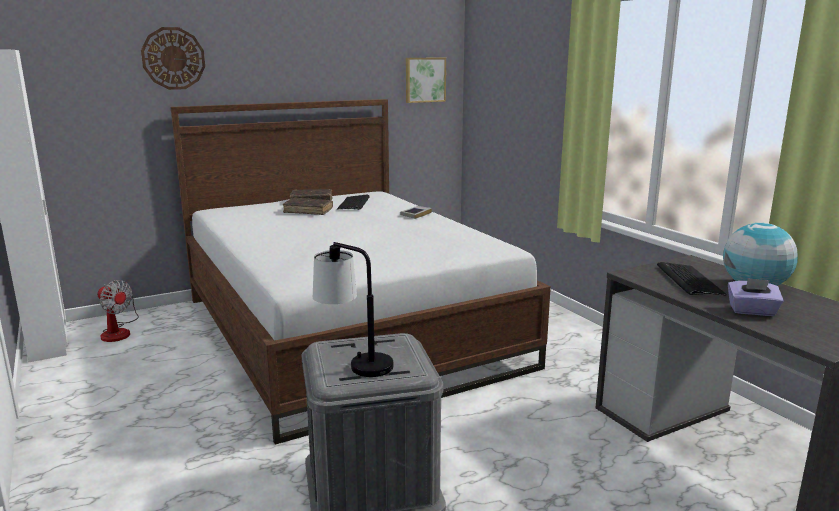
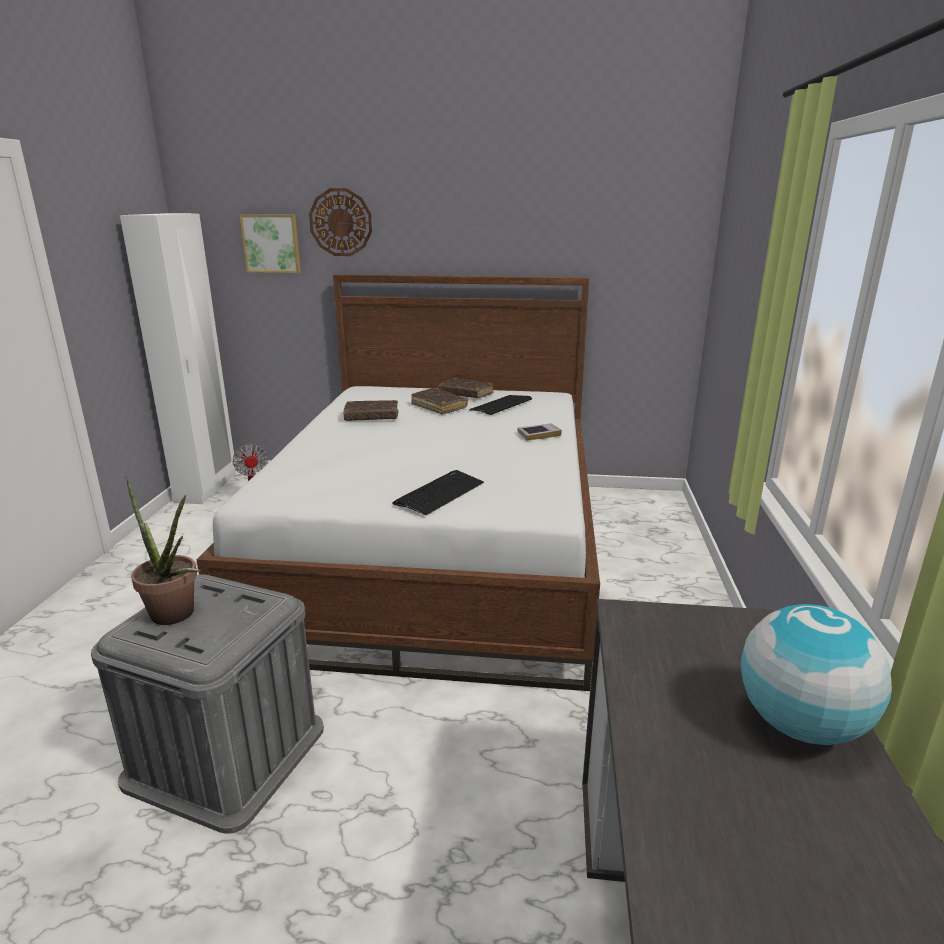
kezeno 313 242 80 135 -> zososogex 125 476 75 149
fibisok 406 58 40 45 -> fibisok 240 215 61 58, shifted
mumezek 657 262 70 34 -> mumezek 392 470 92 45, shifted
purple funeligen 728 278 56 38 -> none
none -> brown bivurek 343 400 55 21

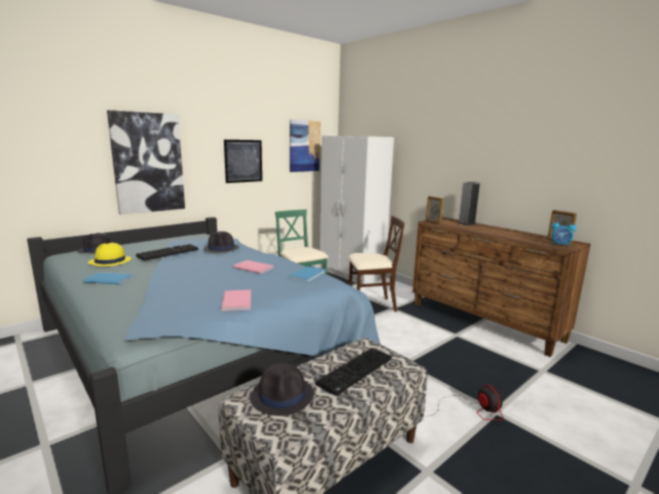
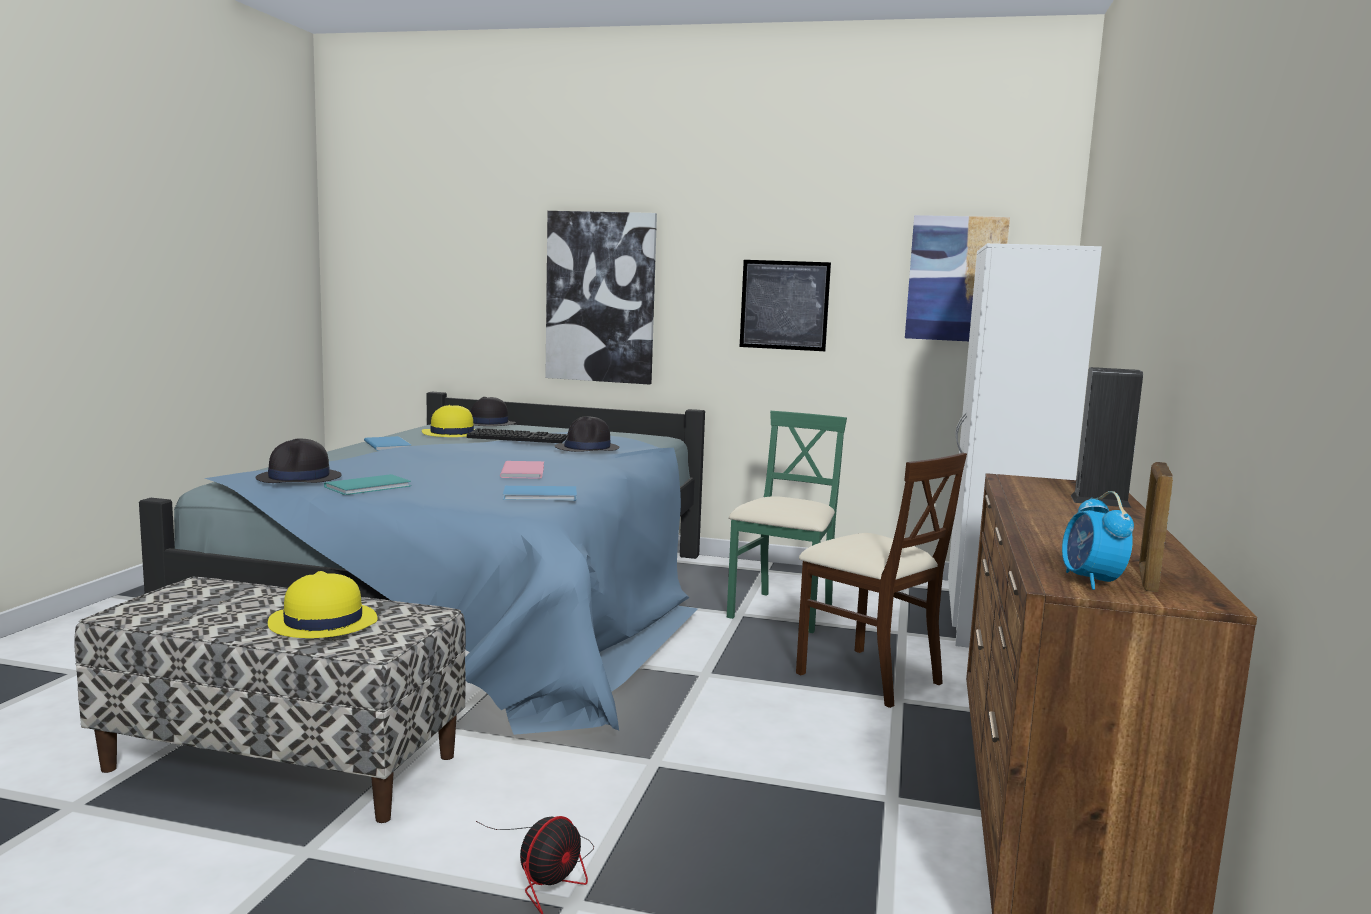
pink bivurek 221 290 30 21 -> turquoise bivurek 324 474 87 21
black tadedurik 250 363 64 53 -> black tadedurik 256 439 86 44, shifted
mumezek 315 348 77 48 -> yellow tadedurik 268 571 109 67
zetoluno 426 196 18 28 -> none

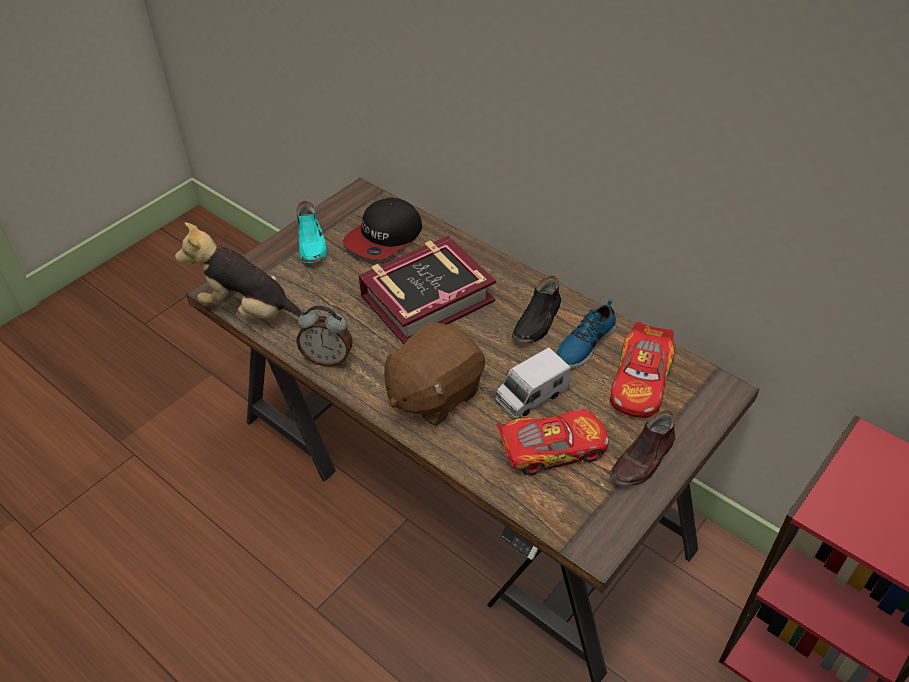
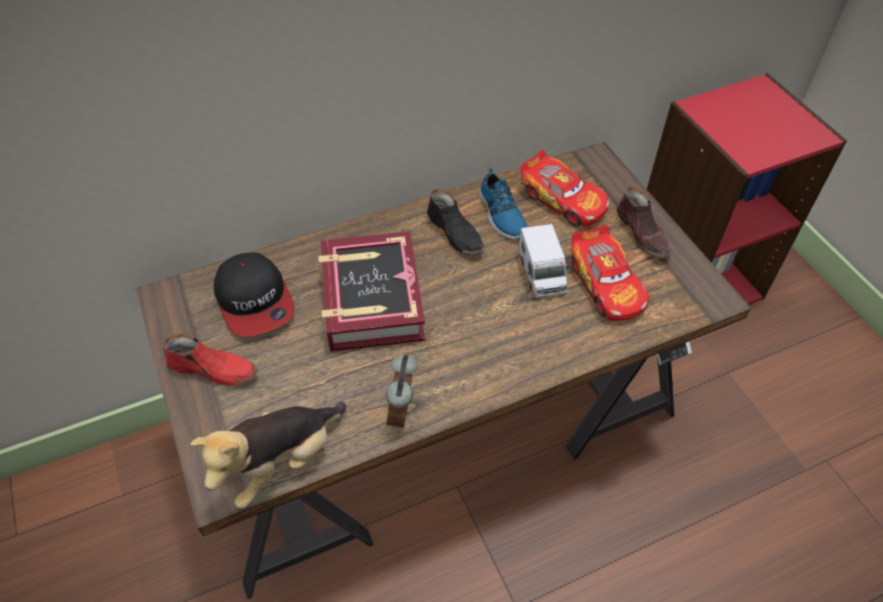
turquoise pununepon 296 201 31 62 -> red pununepon 163 333 94 53
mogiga 296 306 57 61 -> mogiga 386 354 32 75, 150 degrees clockwise
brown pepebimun 382 322 103 104 -> none
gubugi 496 409 113 66 -> gubugi 570 225 79 96, 150 degrees clockwise

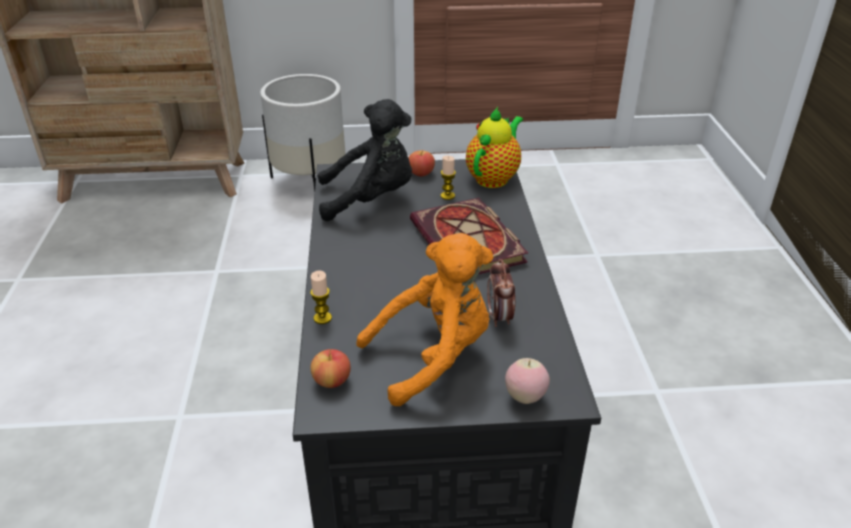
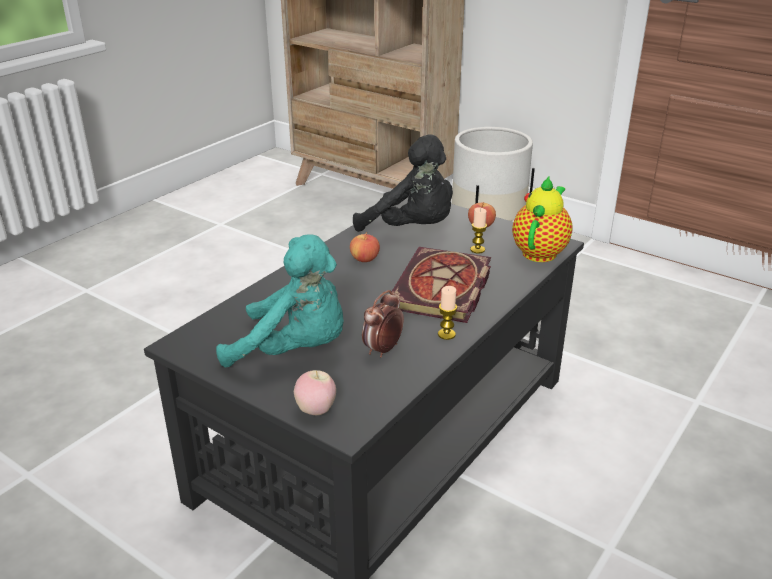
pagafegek 310 271 22 53 -> pagafegek 438 286 19 54, shifted
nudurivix 311 349 40 39 -> nudurivix 350 232 30 30, shifted
orange pepebimun 356 233 138 173 -> turquoise pepebimun 216 234 128 134
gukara 466 107 57 81 -> gukara 512 175 61 87, 45 degrees counterclockwise

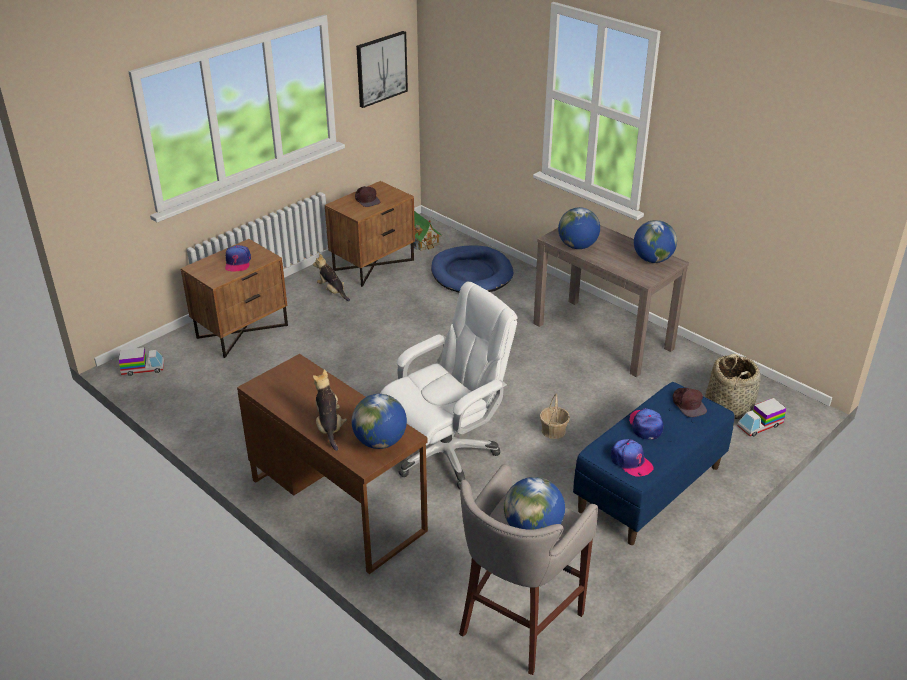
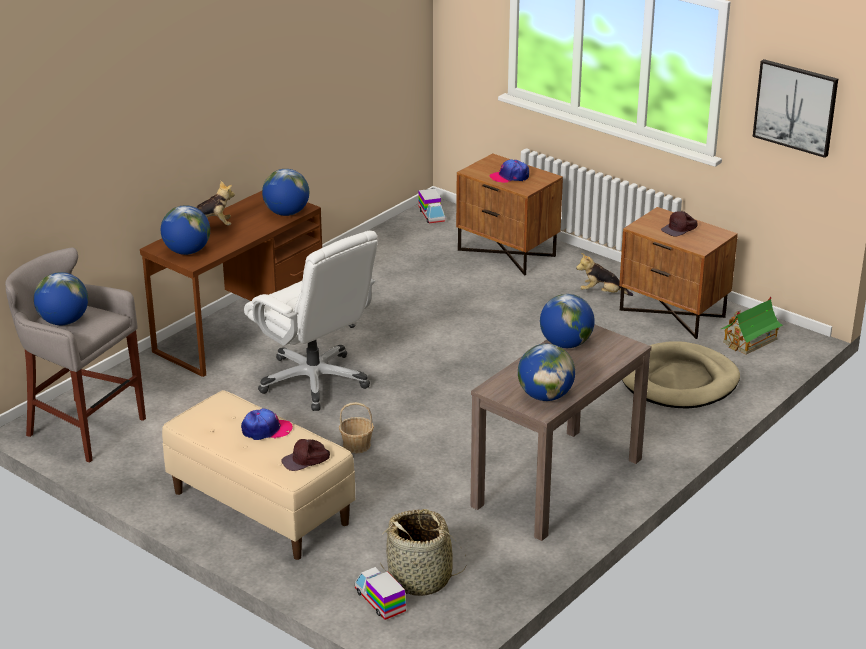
pepebimun 313 253 37 48 -> pepebimun 576 253 57 43, 120 degrees counterclockwise
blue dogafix 431 245 83 48 -> beige dogafix 622 341 118 68
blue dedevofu 573 382 161 163 -> beige dedevofu 162 390 193 170
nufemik 611 439 43 38 -> none
none -> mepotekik 262 169 47 47

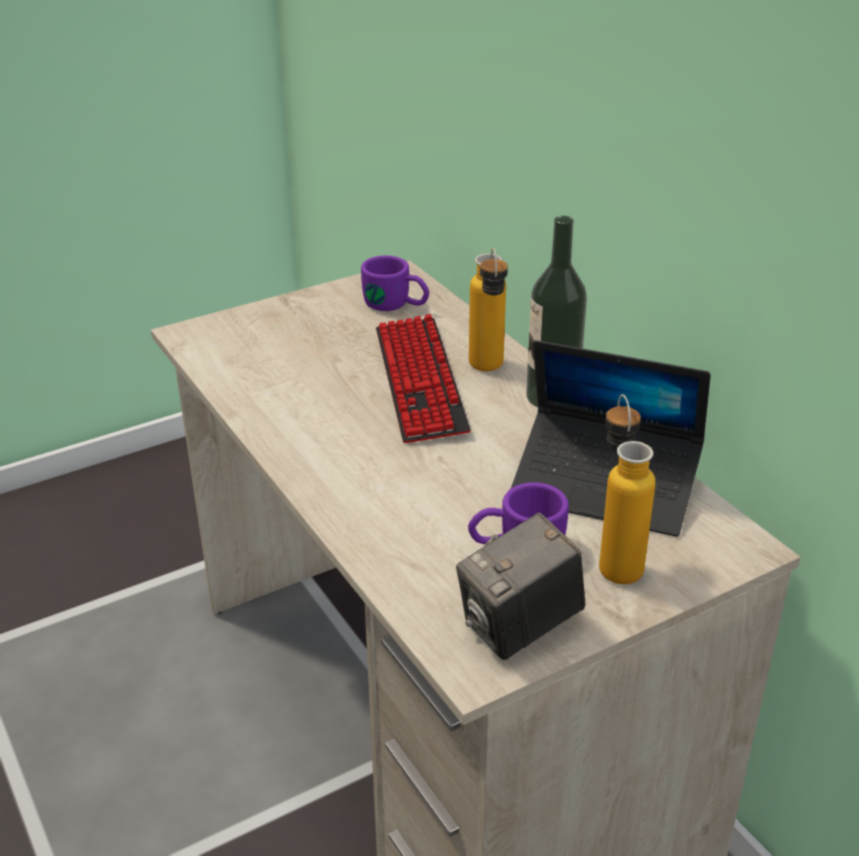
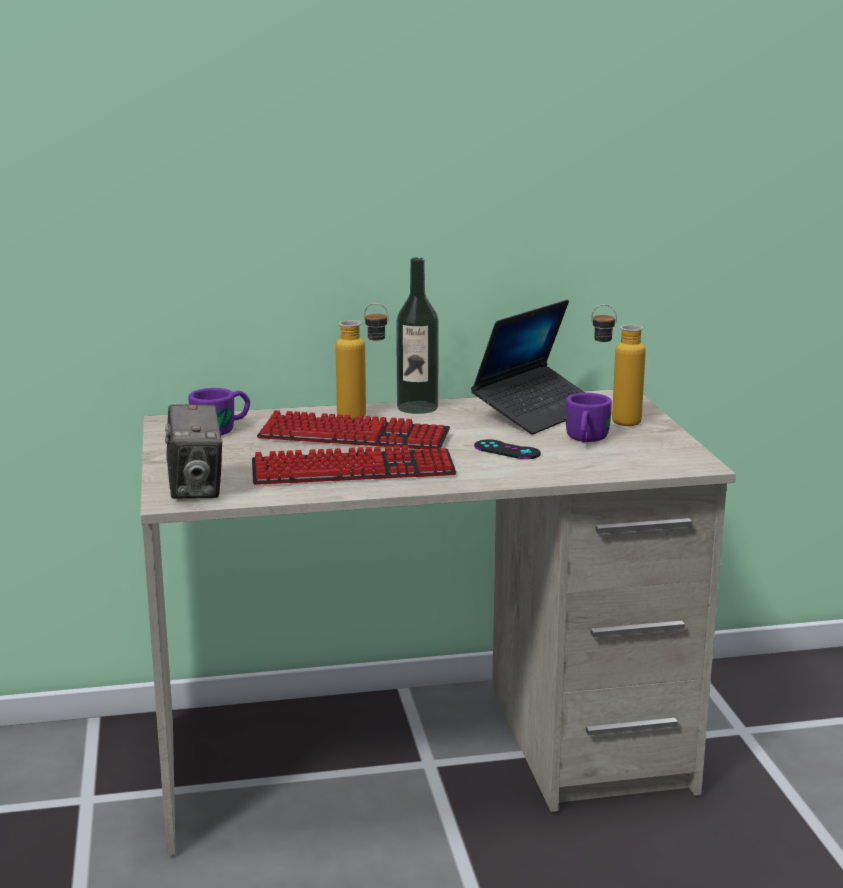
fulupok 456 513 130 147 -> fulupok 165 404 57 95, shifted
none -> mumezek 252 445 204 40
none -> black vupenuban 474 439 67 20

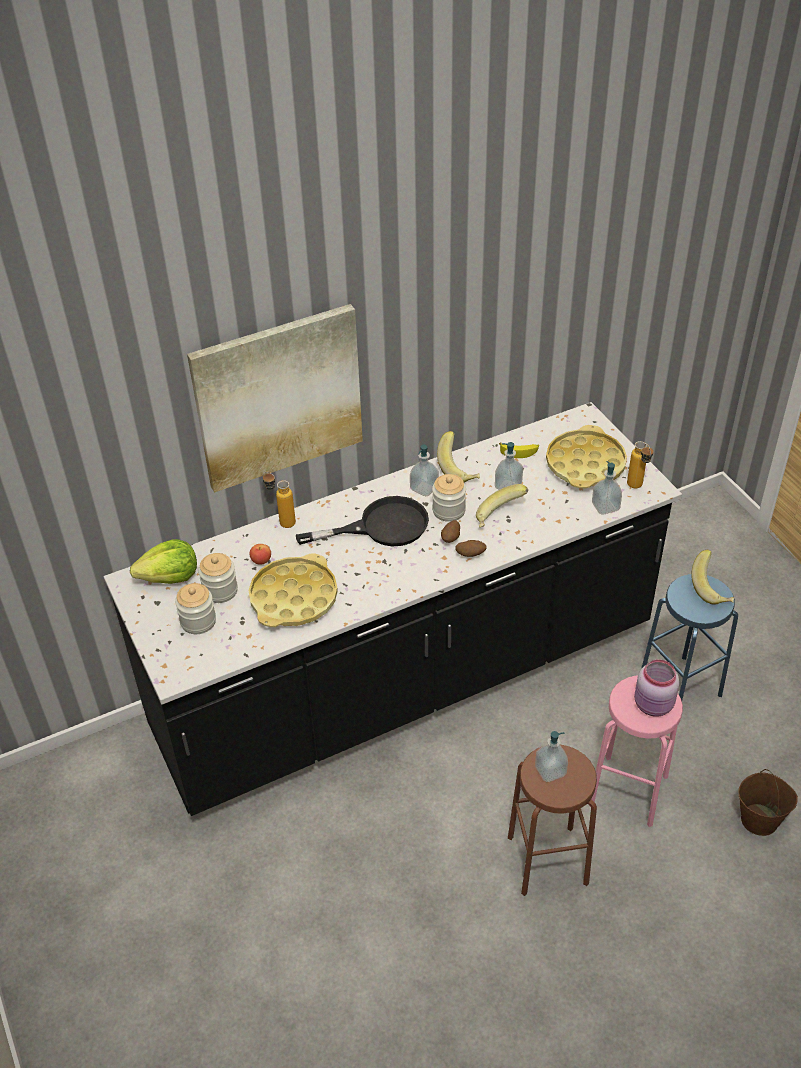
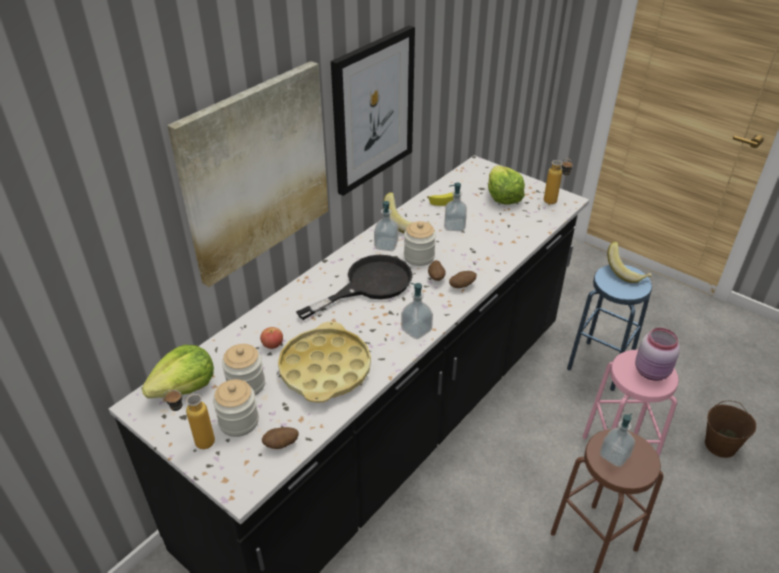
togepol 262 472 34 56 -> togepol 164 390 51 59, shifted
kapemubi 476 484 52 43 -> none
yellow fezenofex 546 425 81 64 -> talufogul 488 165 37 39
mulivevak 592 461 30 54 -> mulivevak 401 283 32 56, shifted
none -> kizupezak 262 427 37 22
none -> fibisok 331 25 84 171

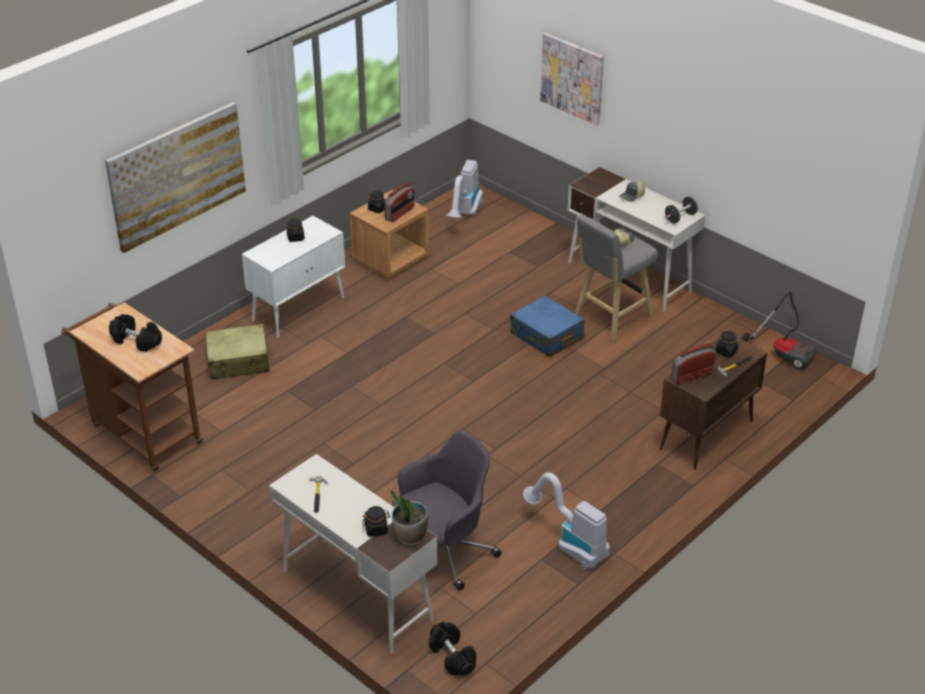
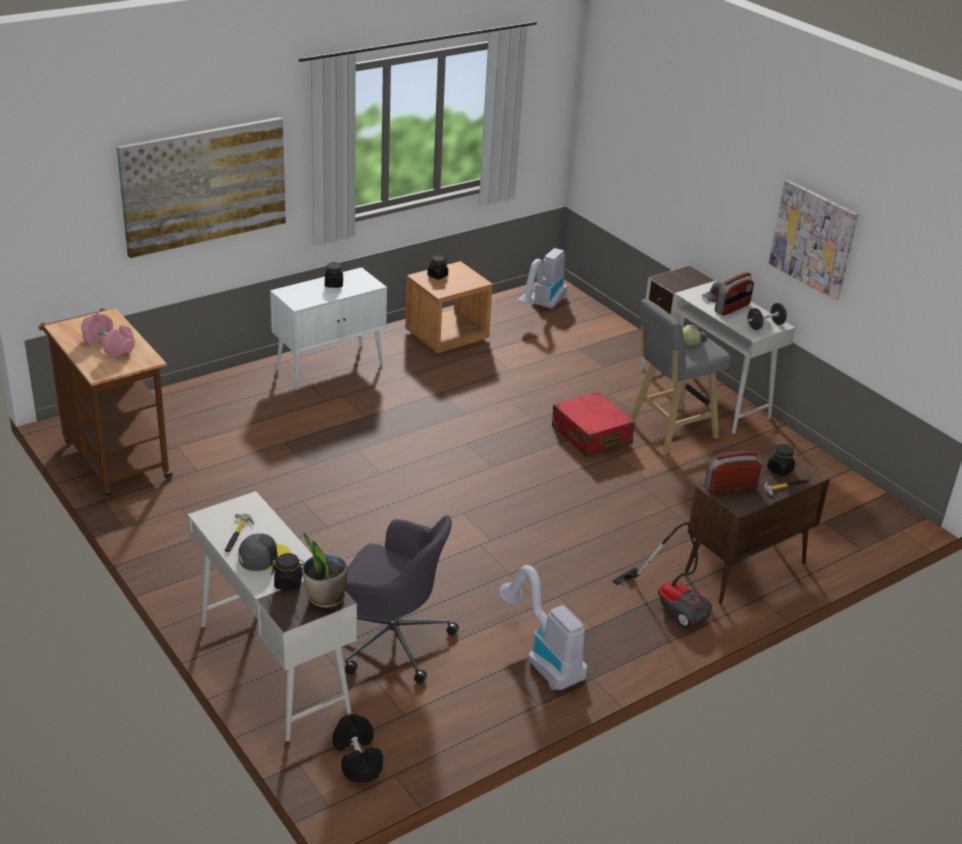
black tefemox 109 314 53 38 -> pink tefemox 81 313 54 44
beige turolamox 205 324 68 56 -> none
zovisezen 384 182 30 40 -> zovisezen 715 272 39 44, shifted
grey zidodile 392 431 110 160 -> grey zidodile 345 515 114 169, 45 degrees clockwise
blue turolamox 510 295 75 62 -> red turolamox 552 392 83 65
fibisok 540 33 64 92 -> fibisok 769 180 89 120, shifted
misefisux 740 292 76 78 -> misefisux 612 522 100 108, shifted
none -> grey nufemik 239 533 52 38

